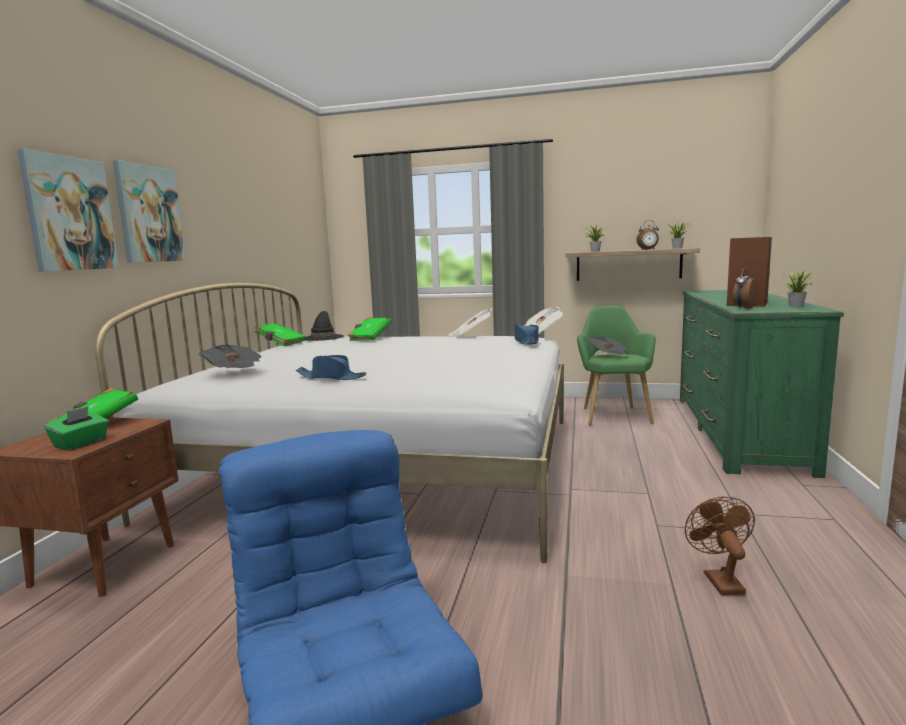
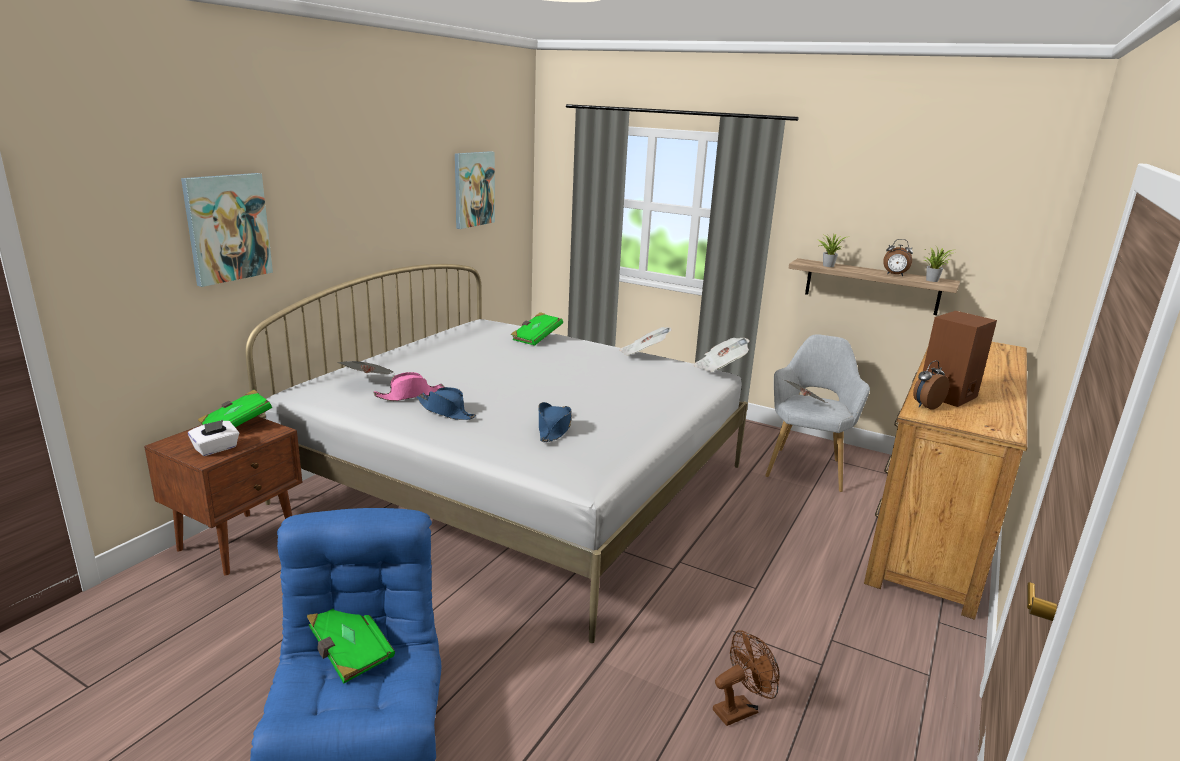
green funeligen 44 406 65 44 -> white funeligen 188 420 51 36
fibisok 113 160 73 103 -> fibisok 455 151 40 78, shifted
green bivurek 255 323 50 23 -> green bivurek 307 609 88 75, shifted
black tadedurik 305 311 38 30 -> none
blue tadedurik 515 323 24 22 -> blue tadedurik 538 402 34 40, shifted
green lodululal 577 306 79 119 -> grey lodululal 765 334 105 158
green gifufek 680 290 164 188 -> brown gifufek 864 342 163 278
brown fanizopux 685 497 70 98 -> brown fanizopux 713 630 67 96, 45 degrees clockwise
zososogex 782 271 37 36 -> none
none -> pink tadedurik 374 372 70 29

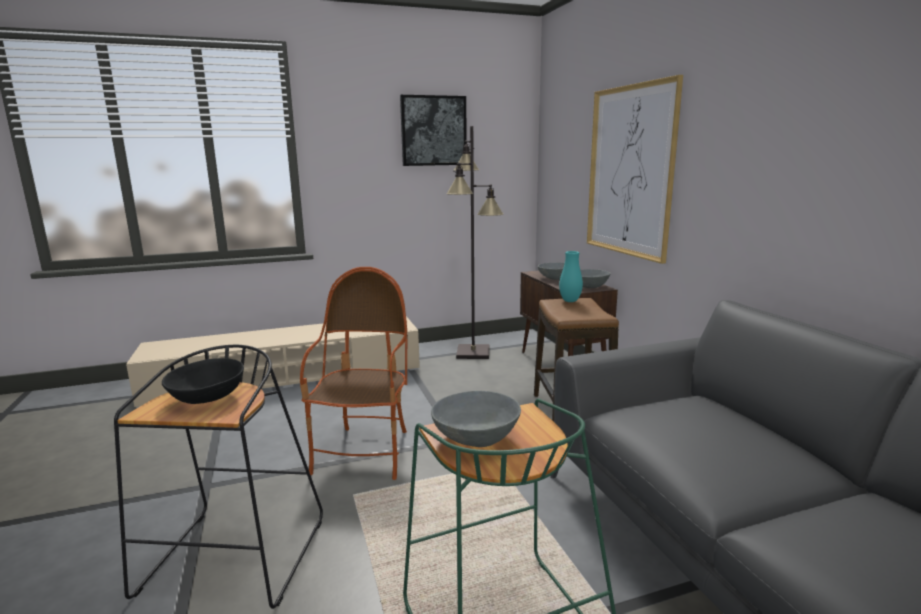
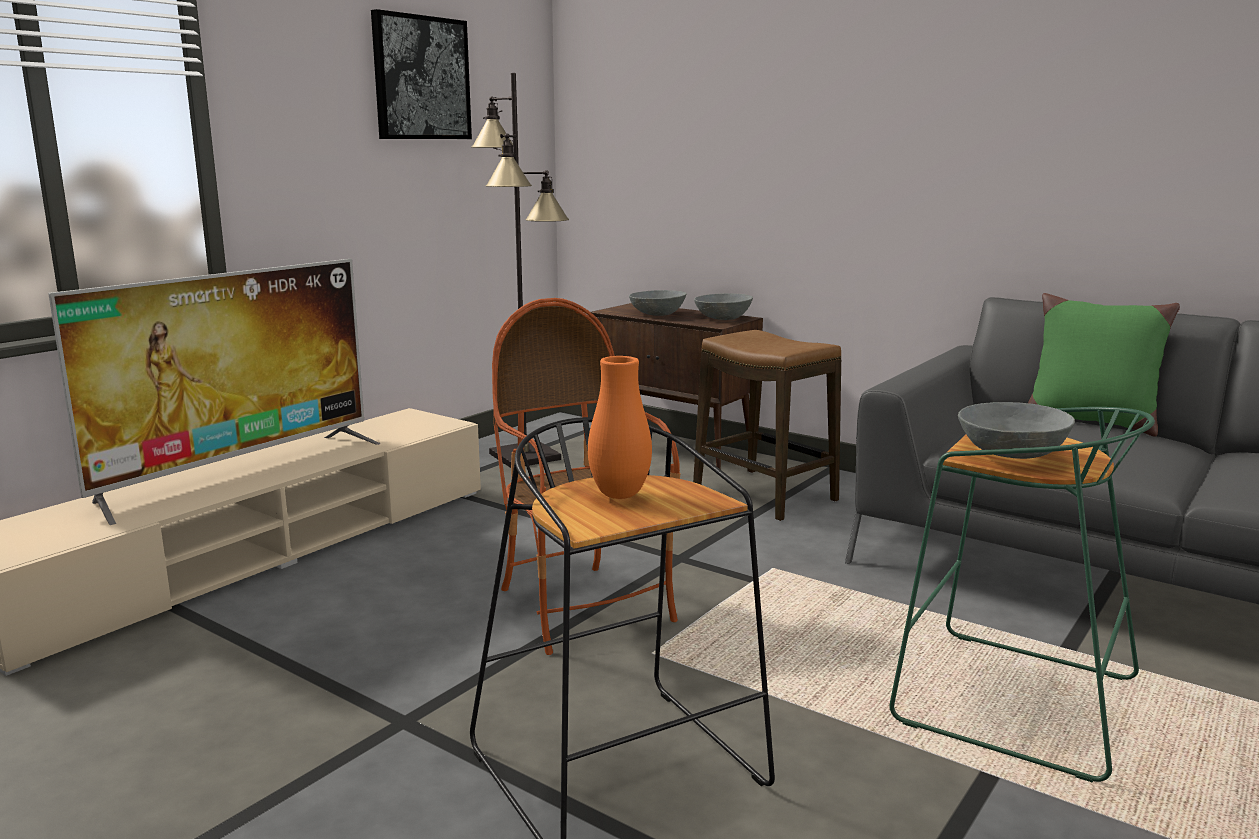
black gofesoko 162 358 82 46 -> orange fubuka 588 356 64 143
turquoise fubuka 559 251 24 51 -> none
fibisok 587 75 96 189 -> none
none -> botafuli 48 259 333 266
none -> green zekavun 1028 293 152 143

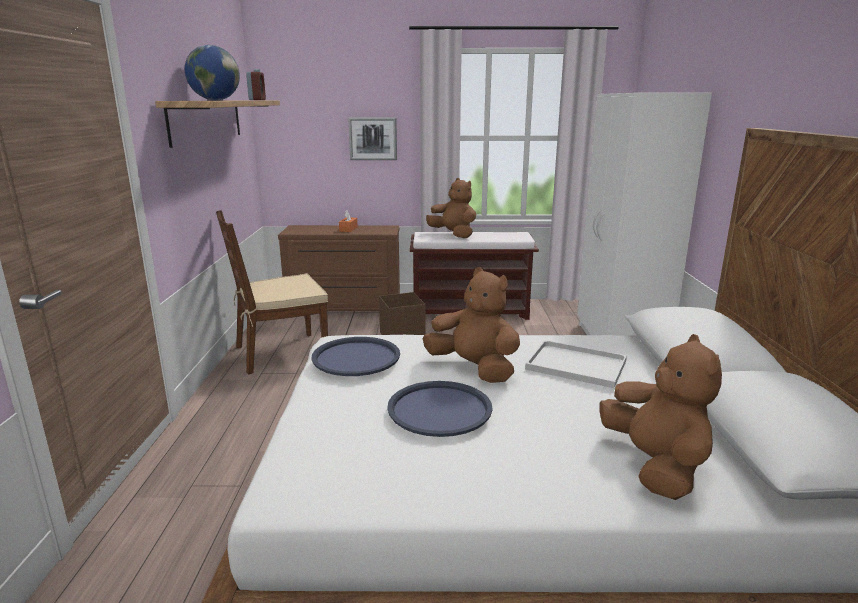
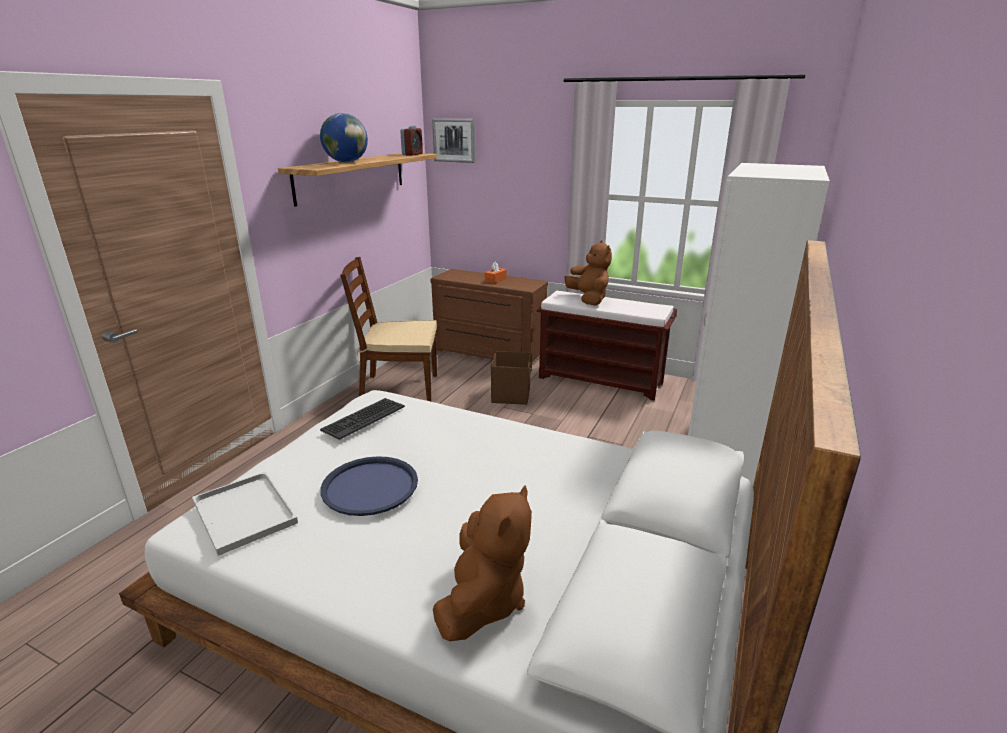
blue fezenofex 312 337 88 39 -> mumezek 320 398 85 42
fibisok 348 118 49 42 -> fibisok 432 118 44 45, shifted
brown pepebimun 422 267 98 116 -> none
white fezenofex 525 340 102 48 -> white fezenofex 192 471 106 85, shifted

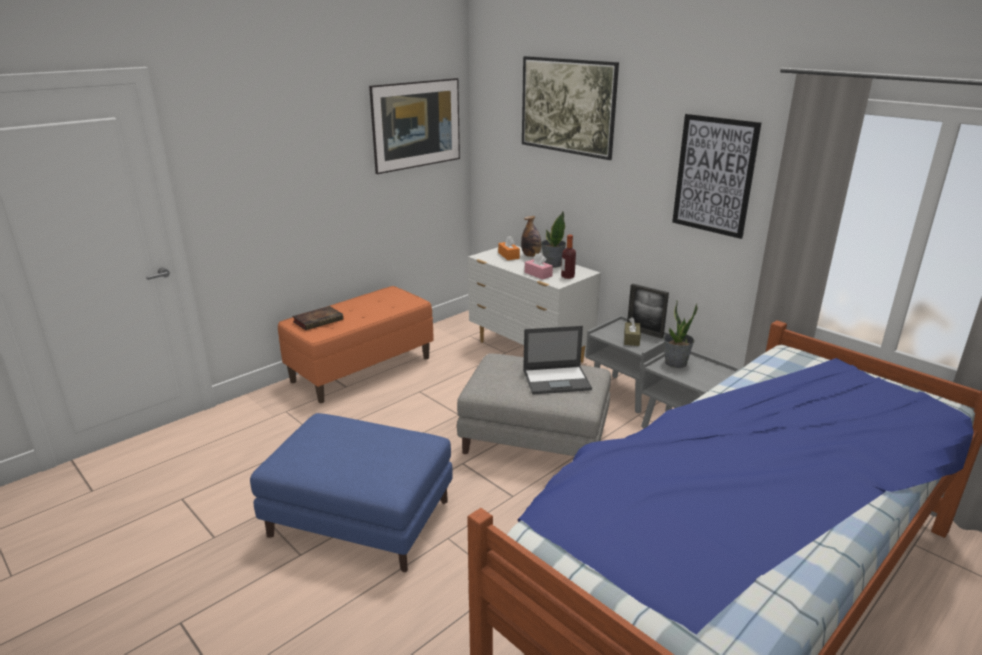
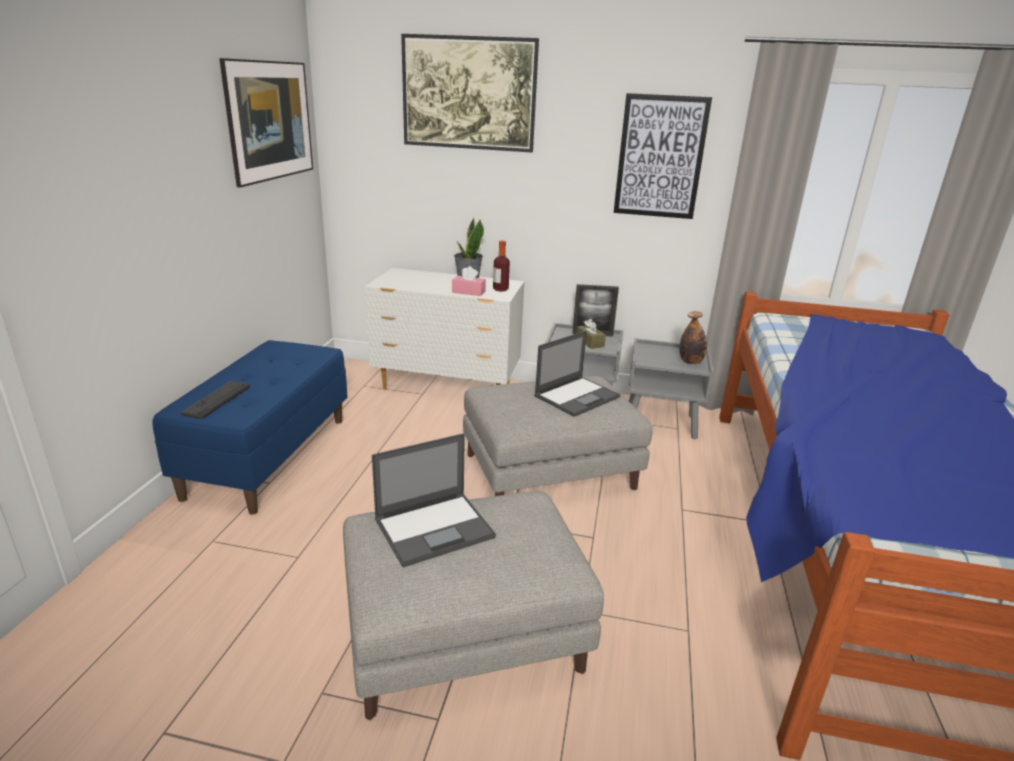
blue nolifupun 250 413 203 159 -> grey nolifupun 343 491 261 229
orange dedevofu 278 286 156 117 -> blue dedevofu 152 340 196 174
bivurek 292 306 52 24 -> mumezek 181 381 69 38
orange funeligen 498 236 22 24 -> none
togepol 521 216 20 41 -> togepol 680 311 27 53, shifted
zososogex 664 301 34 67 -> none
none -> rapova 372 433 124 135

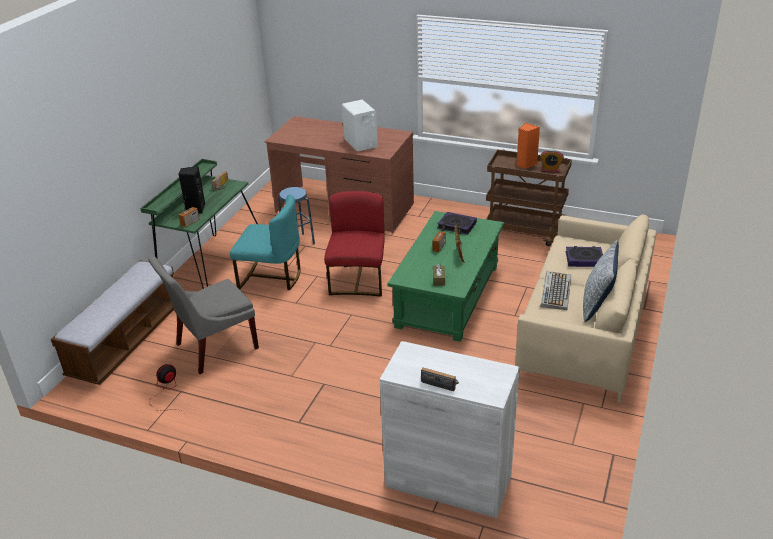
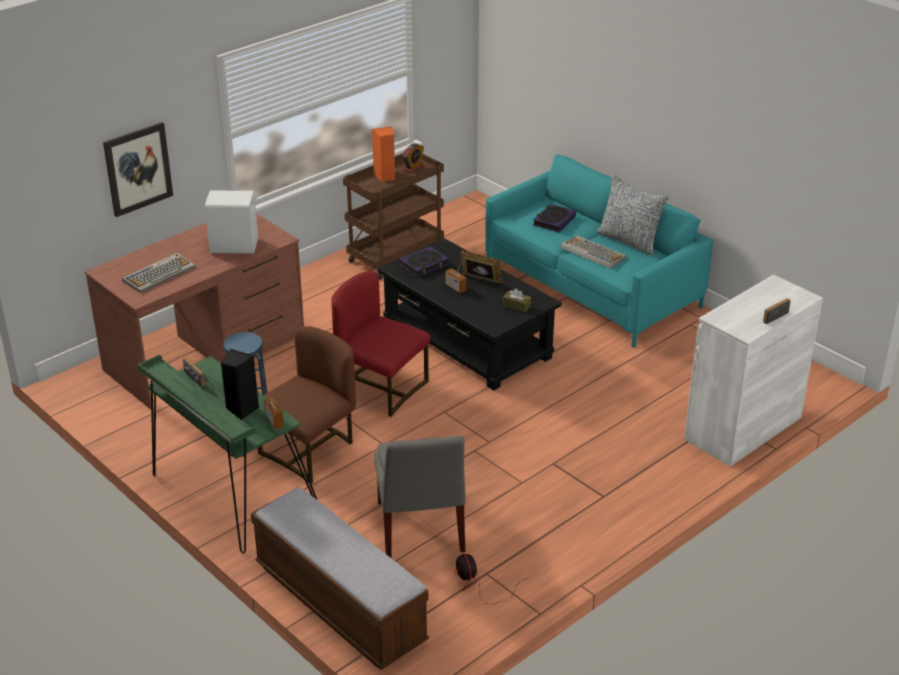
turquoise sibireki 230 194 71 96 -> brown sibireki 258 326 98 158
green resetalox 387 211 117 131 -> black resetalox 378 238 183 153
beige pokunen 515 214 142 189 -> turquoise pokunen 485 154 228 193
none -> fibisok 103 122 70 95
none -> mumezek 122 253 73 40

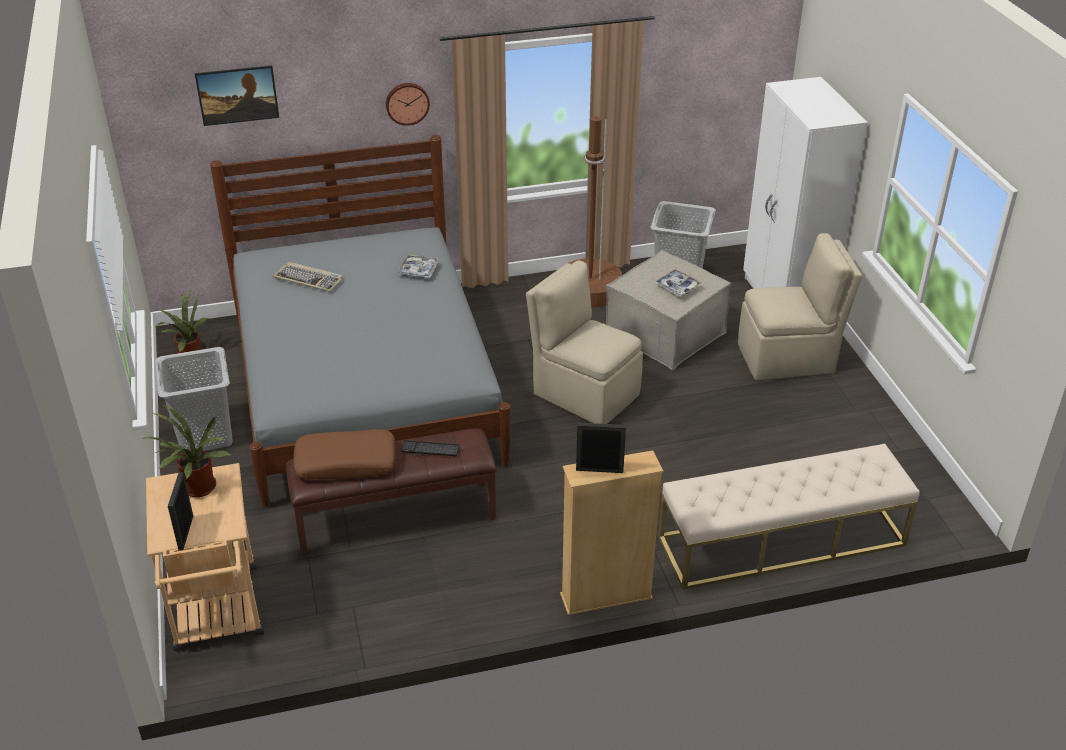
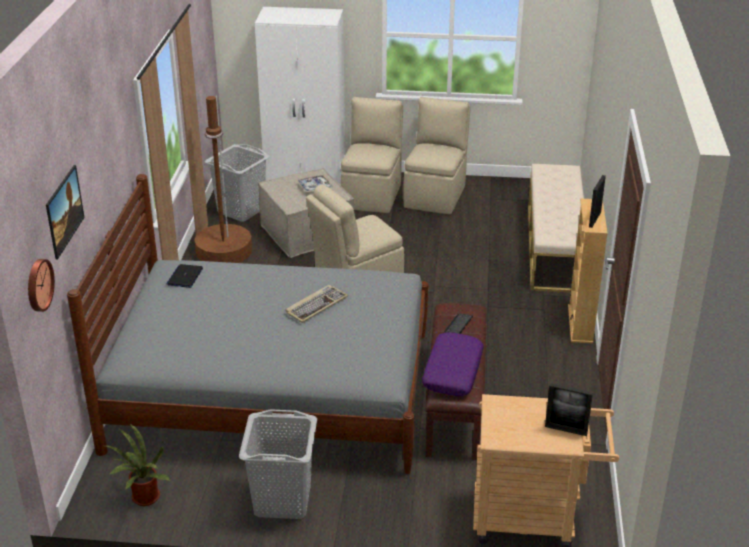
zososogex 142 405 88 92 -> none
mumezek 273 262 70 30 -> mumezek 285 285 63 38, shifted
brown zekavun 293 429 103 51 -> purple zekavun 422 332 62 64
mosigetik 386 83 44 43 -> mosigetik 28 259 27 53, shifted
fezenofex 397 254 42 24 -> none
none -> rapova 166 264 37 24
none -> beige sibireki 403 97 68 117

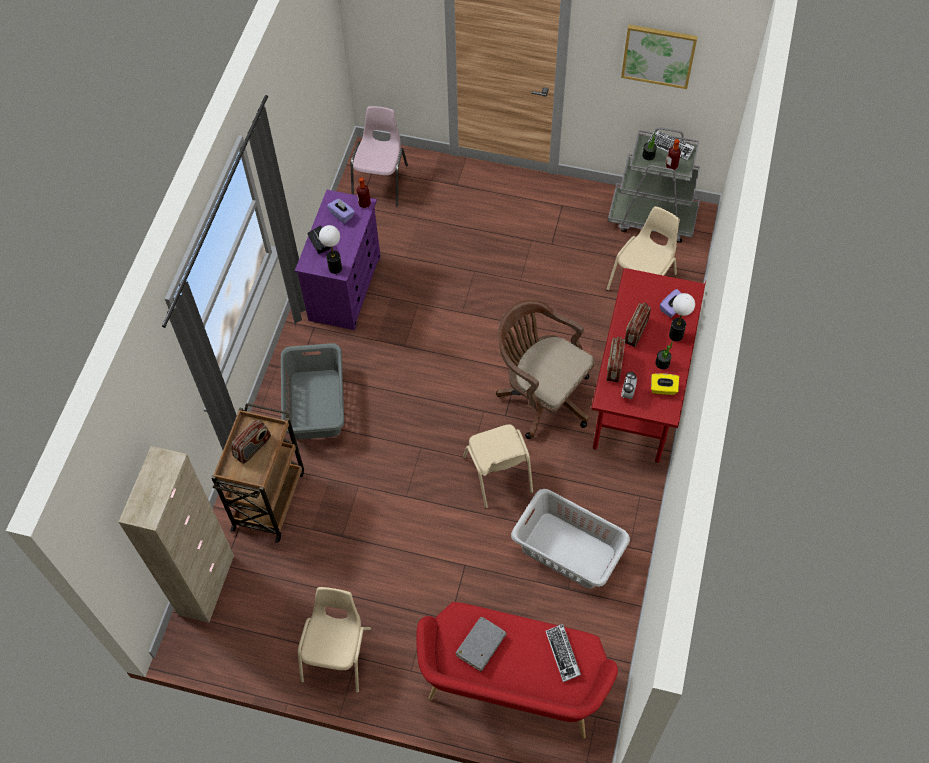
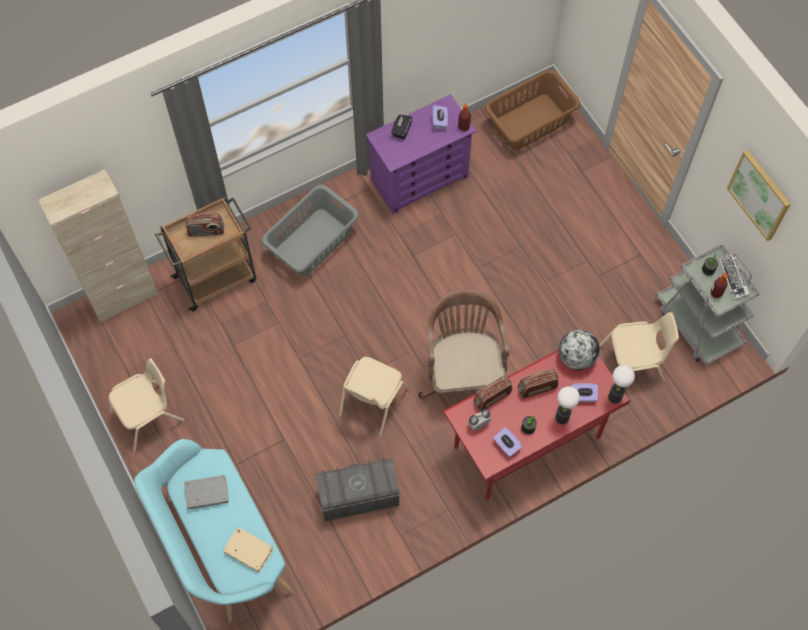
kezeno 319 225 23 49 -> kezeno 608 365 27 39, shifted
pink sibireki 351 106 57 100 -> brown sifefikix 485 70 96 80
red dedevofu 416 602 202 137 -> turquoise dedevofu 134 439 160 184
grey sifefikix 511 489 119 100 -> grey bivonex 314 458 87 63
mumezek 545 624 36 58 -> beige bivurek 223 527 51 45
yellow funeligen 651 373 28 22 -> purple funeligen 493 427 30 30
none -> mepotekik 558 329 42 41

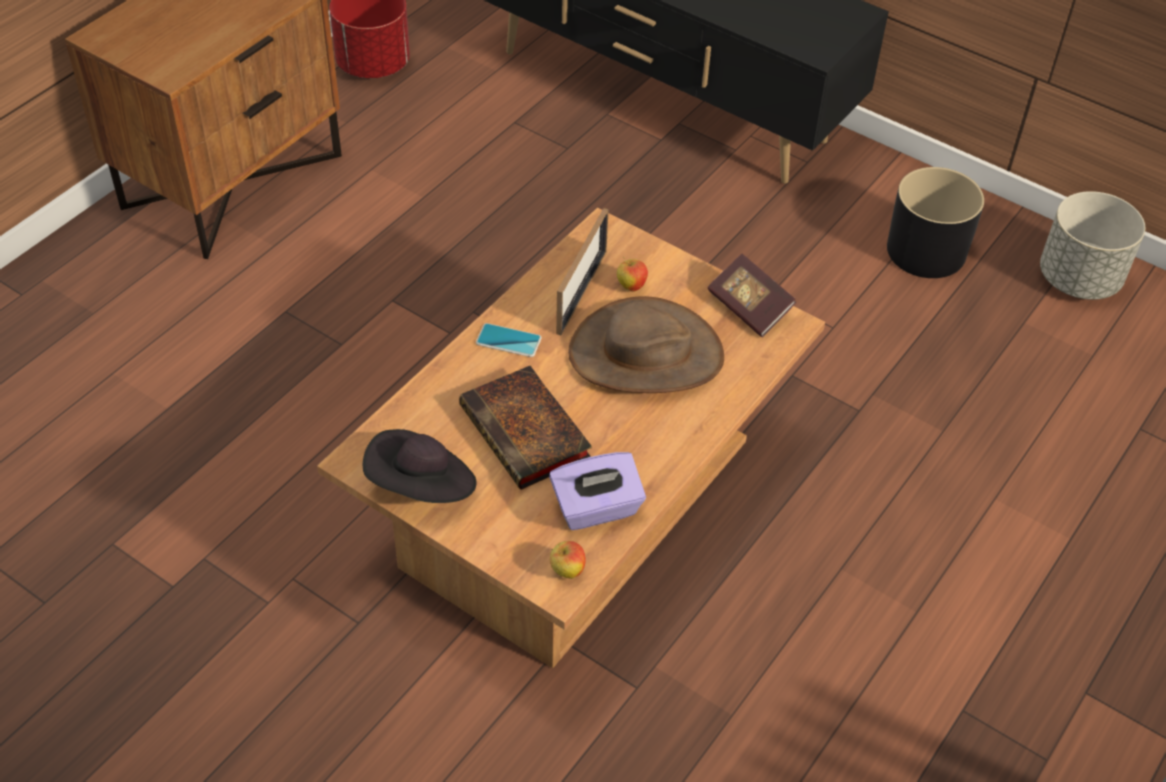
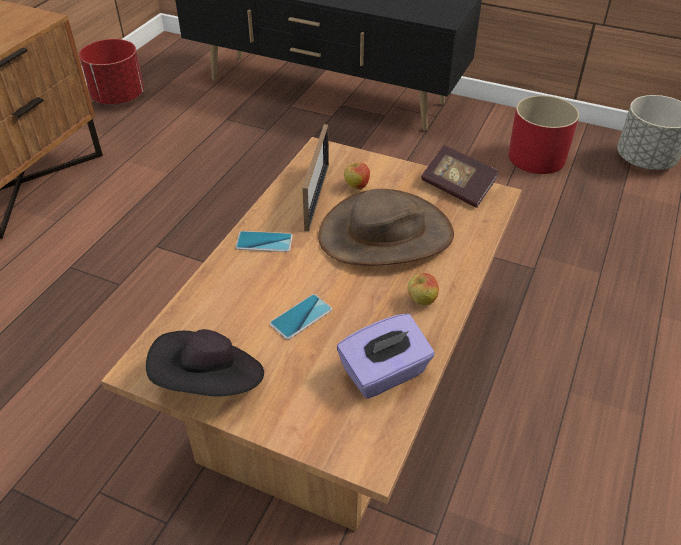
bivurek 459 366 133 124 -> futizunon 269 294 63 46
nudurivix 550 541 36 38 -> nudurivix 408 273 31 32, shifted
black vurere 887 167 97 111 -> red vurere 508 95 71 79

